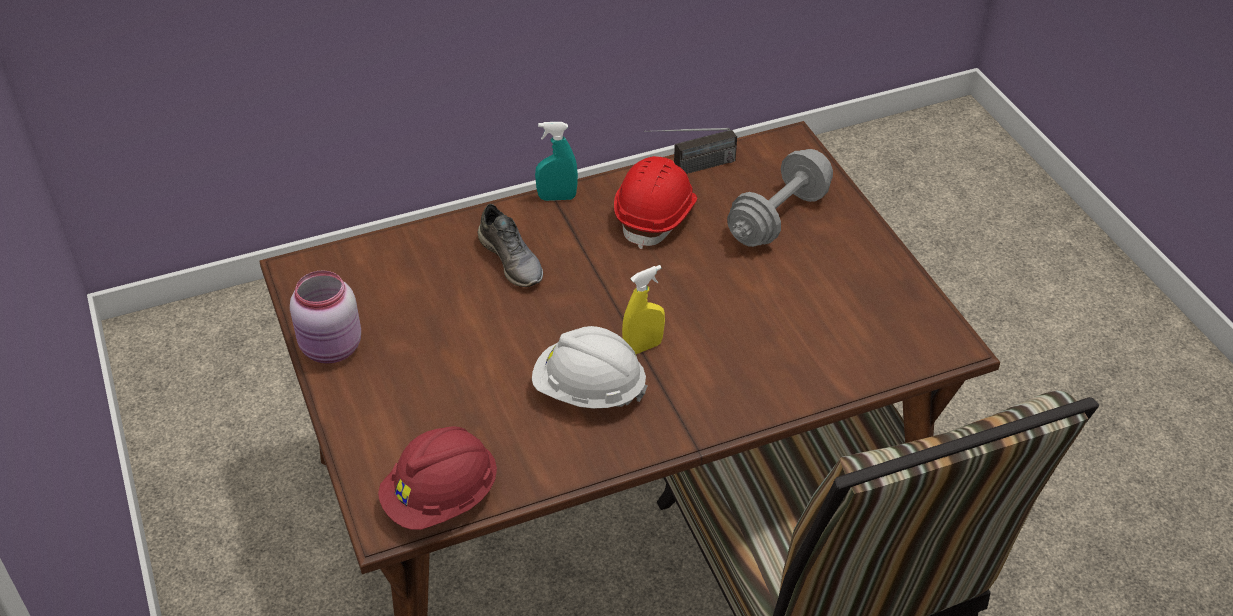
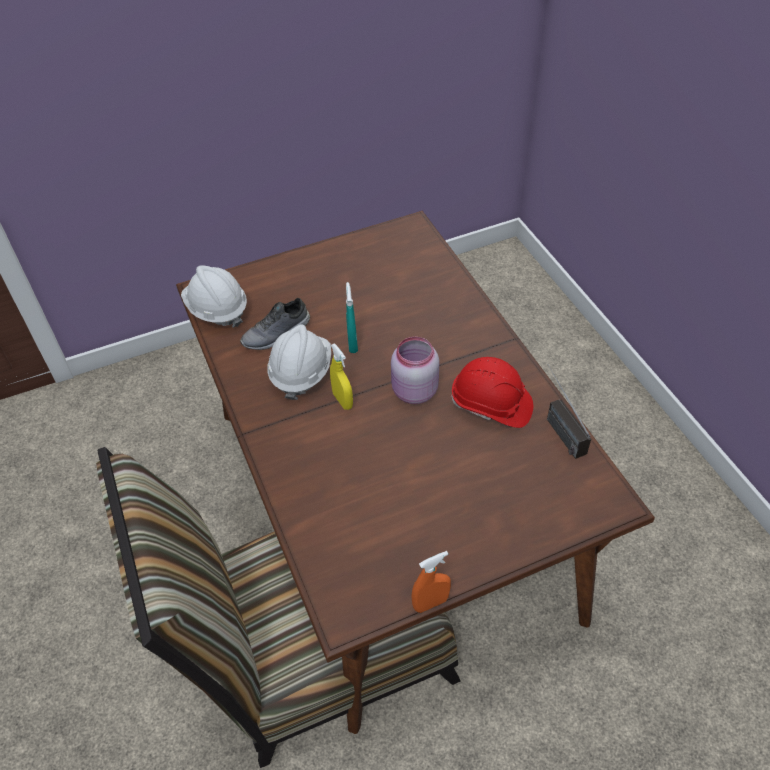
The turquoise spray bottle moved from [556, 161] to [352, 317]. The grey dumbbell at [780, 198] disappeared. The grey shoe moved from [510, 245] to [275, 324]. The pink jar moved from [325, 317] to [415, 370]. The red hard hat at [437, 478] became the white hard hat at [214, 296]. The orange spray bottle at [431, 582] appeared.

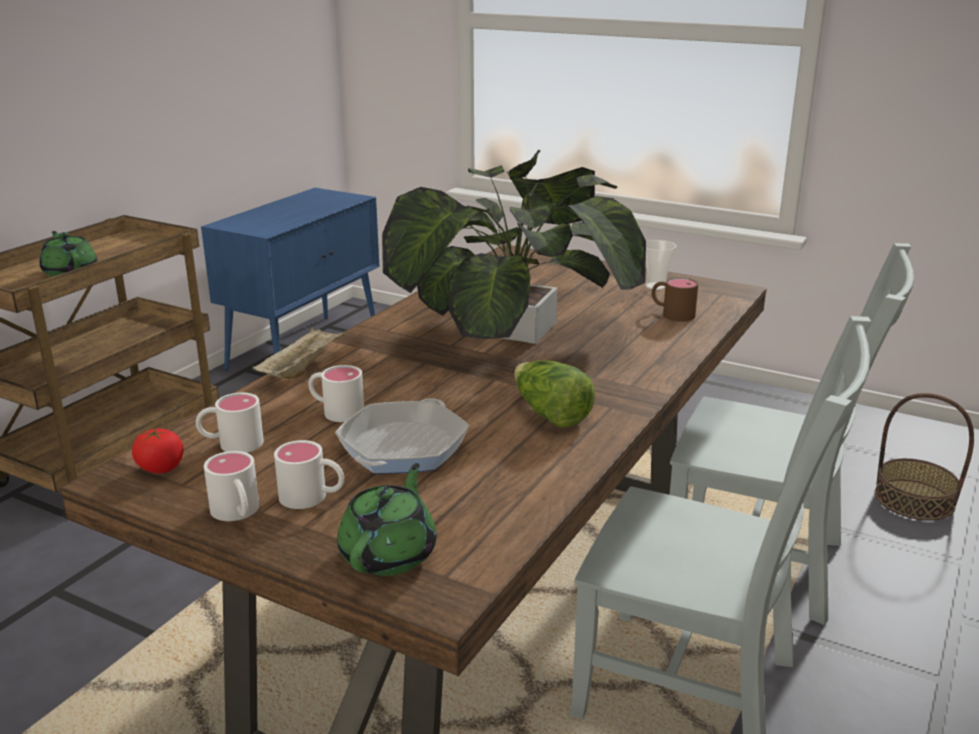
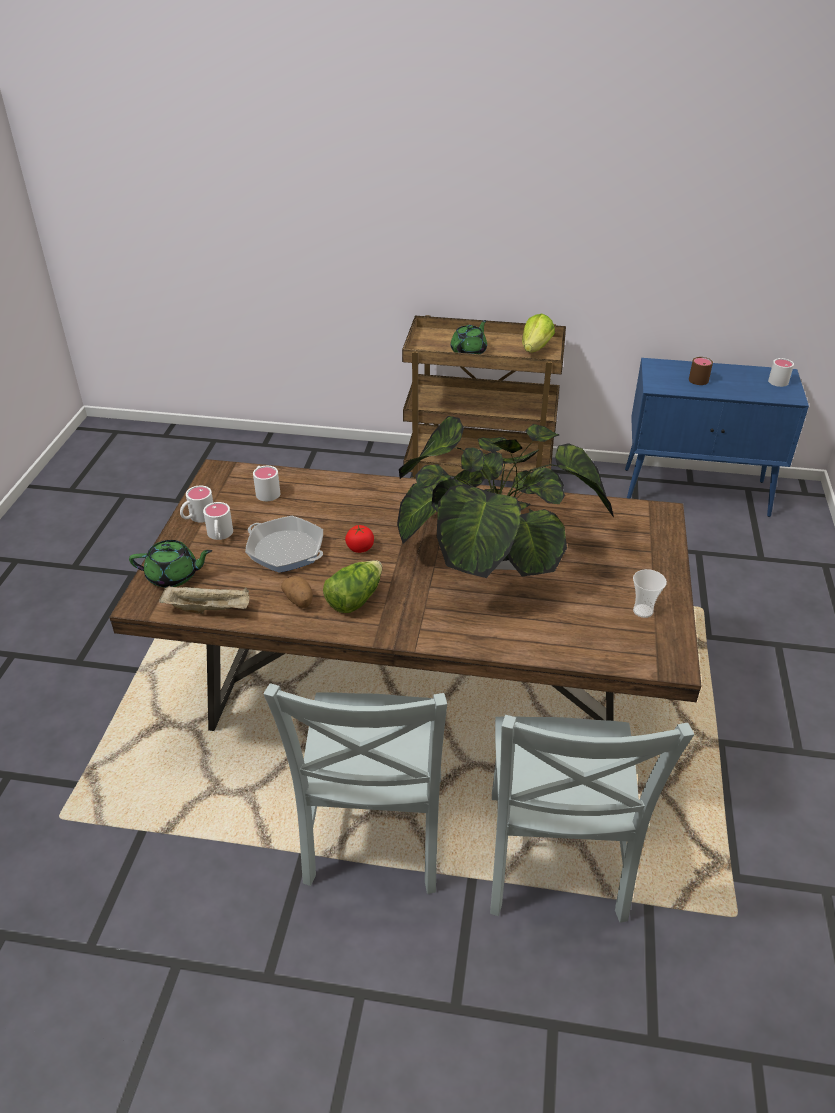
The brown mug moved from [675, 299] to [701, 371]. The beige tray moved from [299, 353] to [204, 599]. The white mug moved from [336, 393] to [781, 372]. The basket at [924, 456] disappeared. The frying pan at [402, 436] turned 150 degrees counterclockwise. The tomato moved from [158, 450] to [359, 539]. The lettuce at [538, 333] appeared. The potato at [297, 592] appeared.

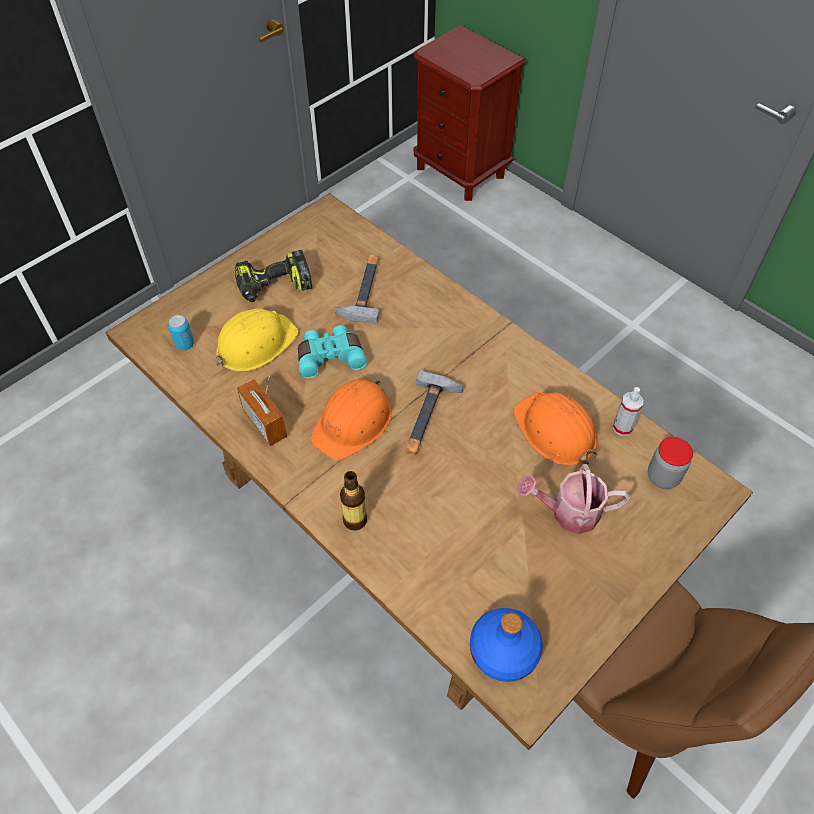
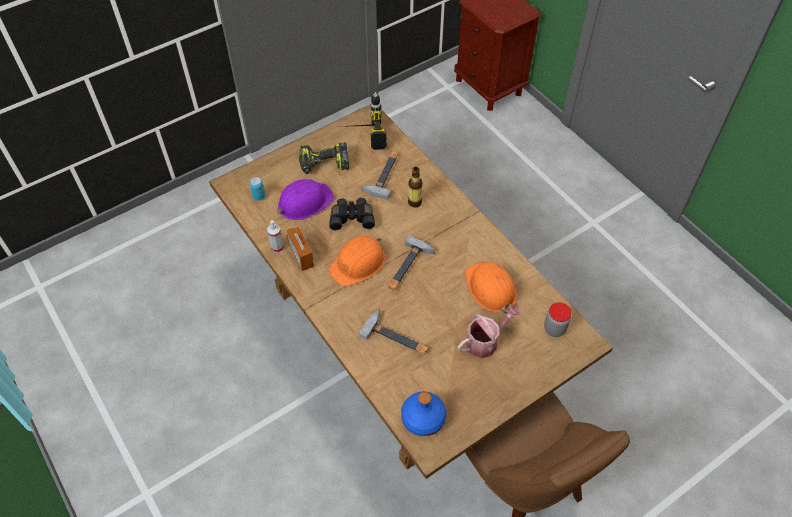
The yellow hard hat at [257, 340] became the purple hard hat at [306, 199]. The turquoise binoculars at [332, 351] became the black binoculars at [352, 214]. The spray bottle moved from [628, 411] to [275, 236]. The watering can at [574, 499] turned 135 degrees clockwise. The bottle moved from [353, 501] to [415, 187]. The power drill at [363, 121] appeared. The hammer at [393, 332] appeared.

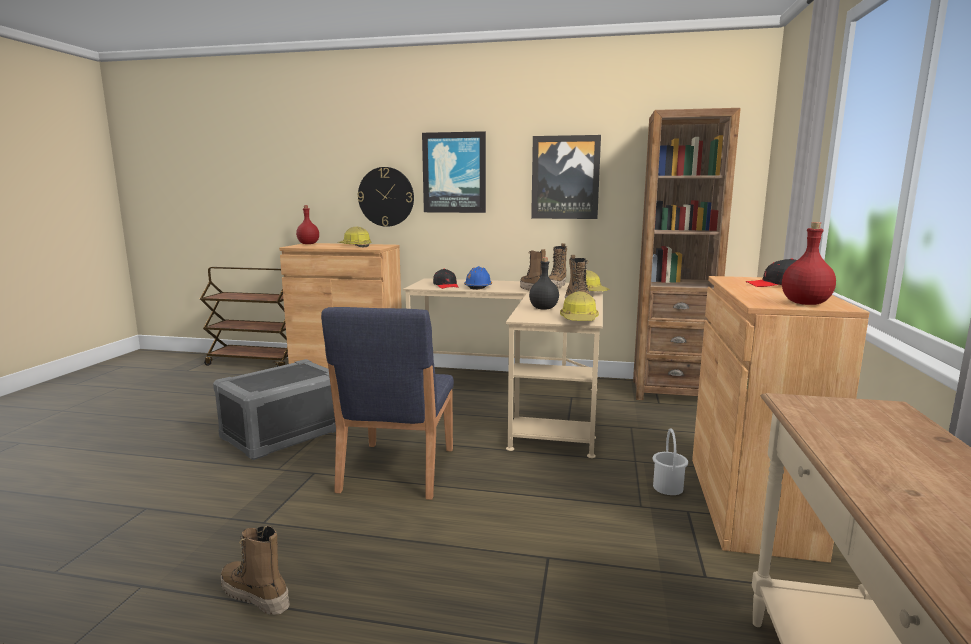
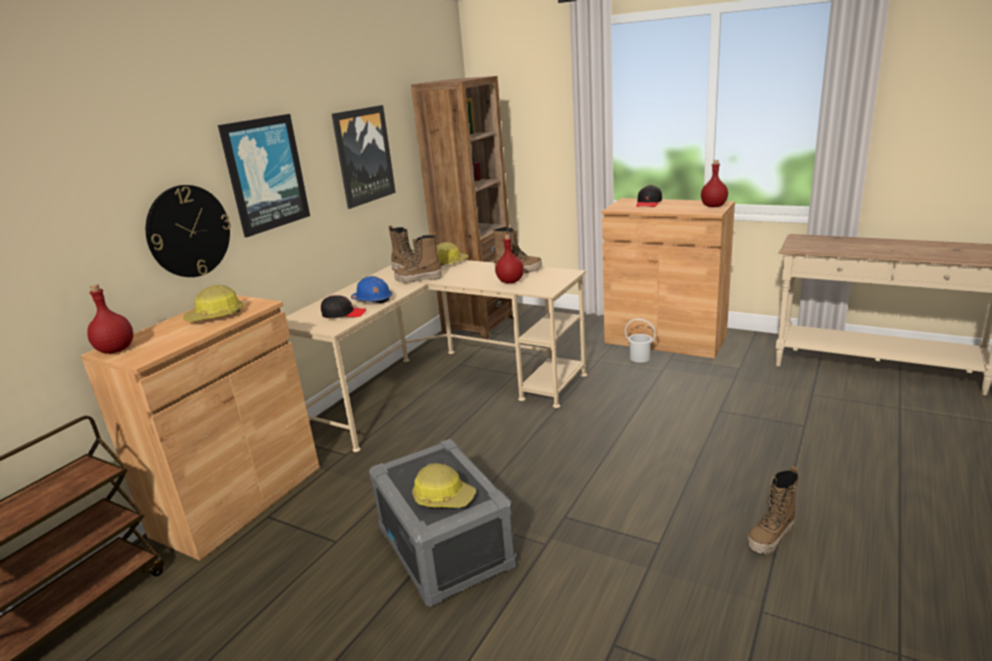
The black bottle at [544, 283] became the red bottle at [509, 259]. The hard hat moved from [579, 306] to [444, 485]. The blue chair at [387, 403] disappeared.

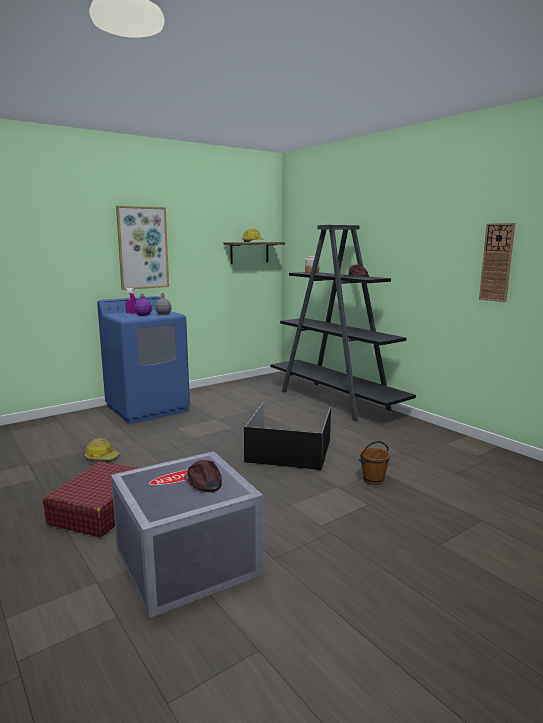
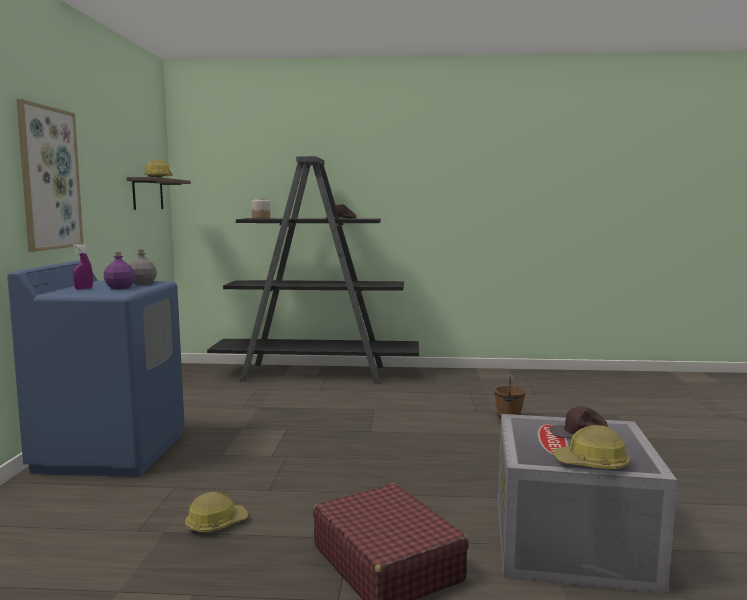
The wall clock at [497, 262] disappeared. The black storage box at [287, 436] disappeared. The hard hat at [591, 447] appeared.

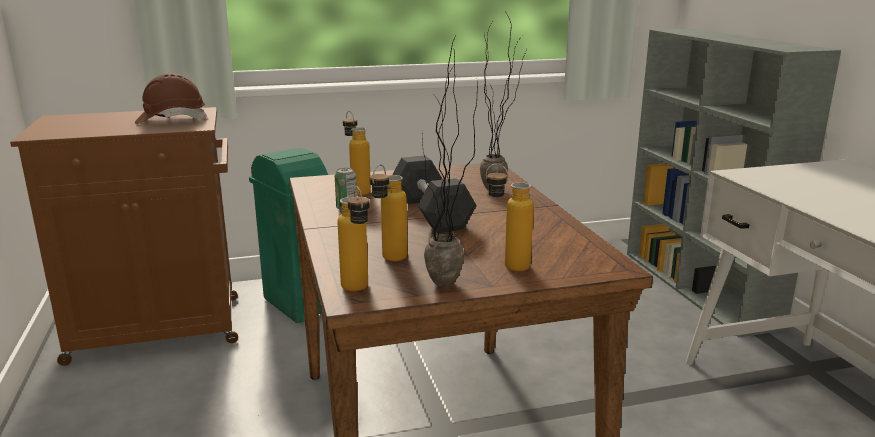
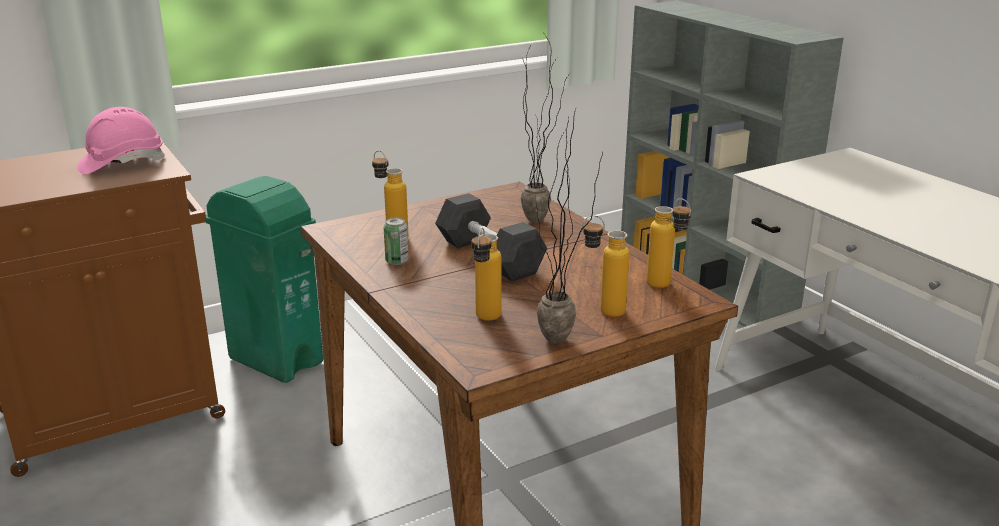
The brown hard hat at [171, 98] became the pink hard hat at [121, 140]. The bottle moved from [353, 239] to [669, 243].

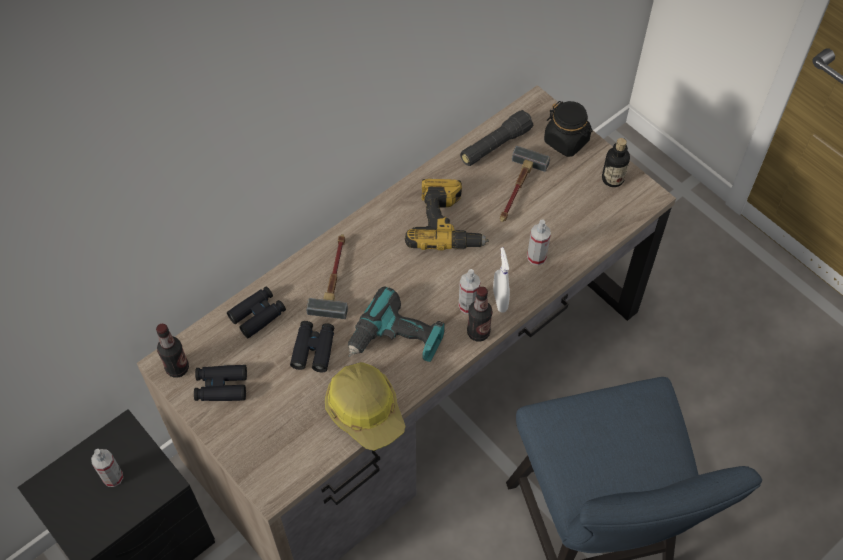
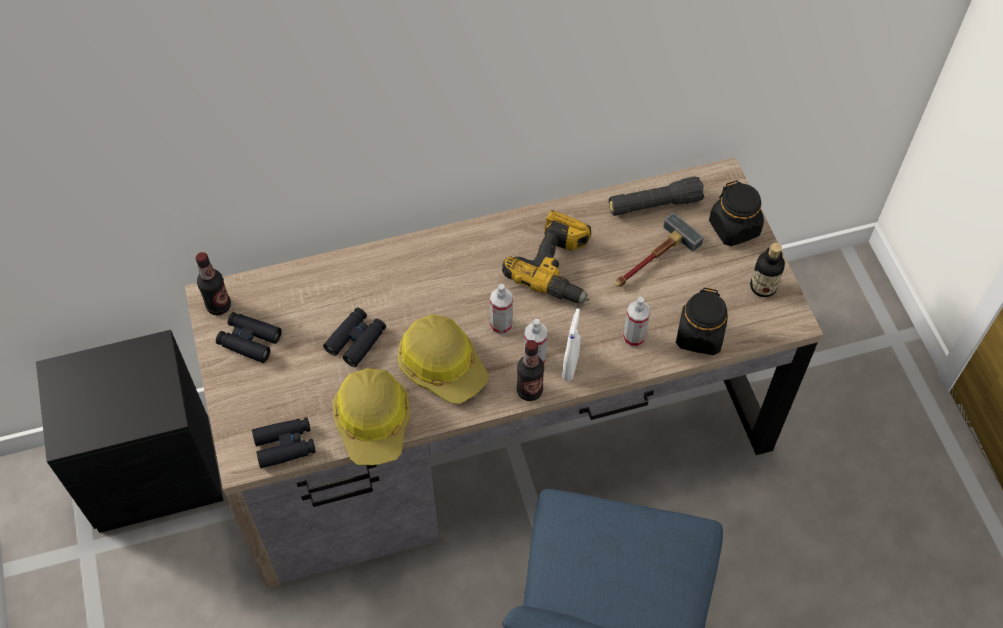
The hammer at [327, 276] disappeared. The power drill at [396, 324] was replaced by the hard hat at [443, 359]. The black binoculars moved from [256, 312] to [284, 442]. The spray bottle moved from [107, 468] to [501, 309]. The black jar at [702, 321] appeared.

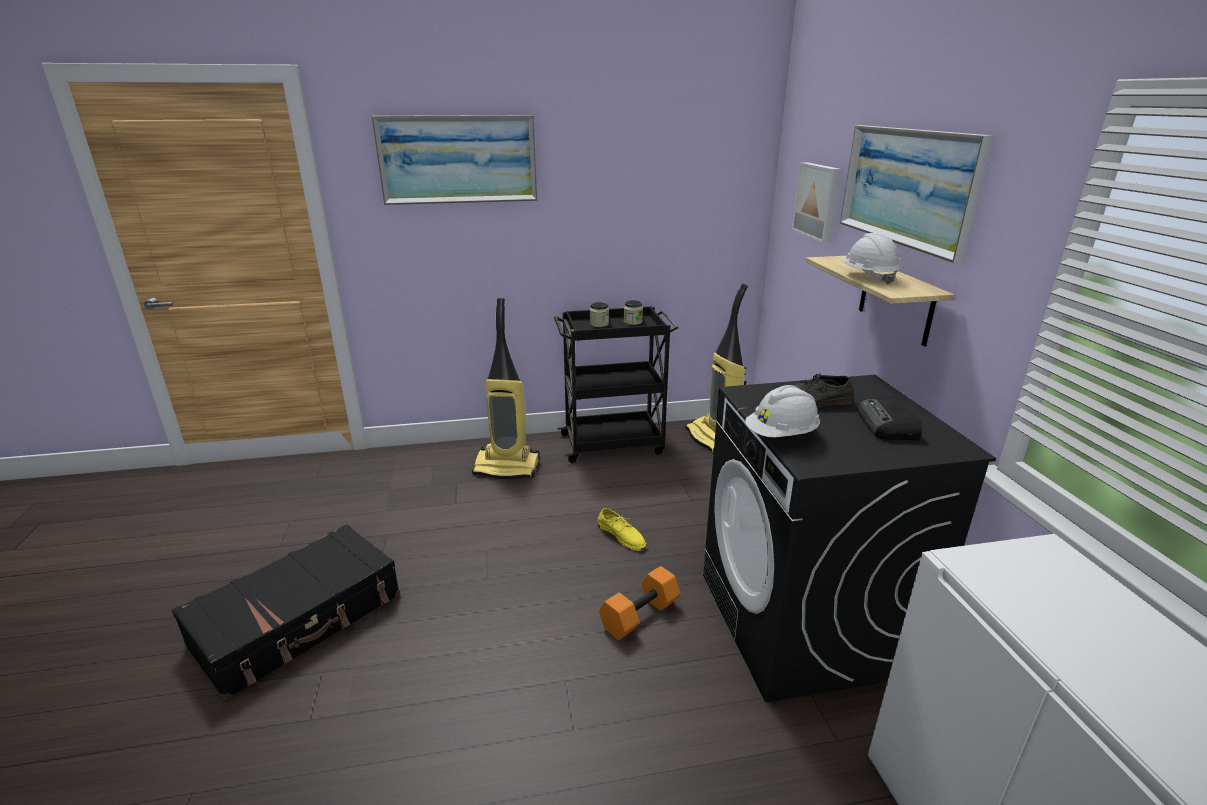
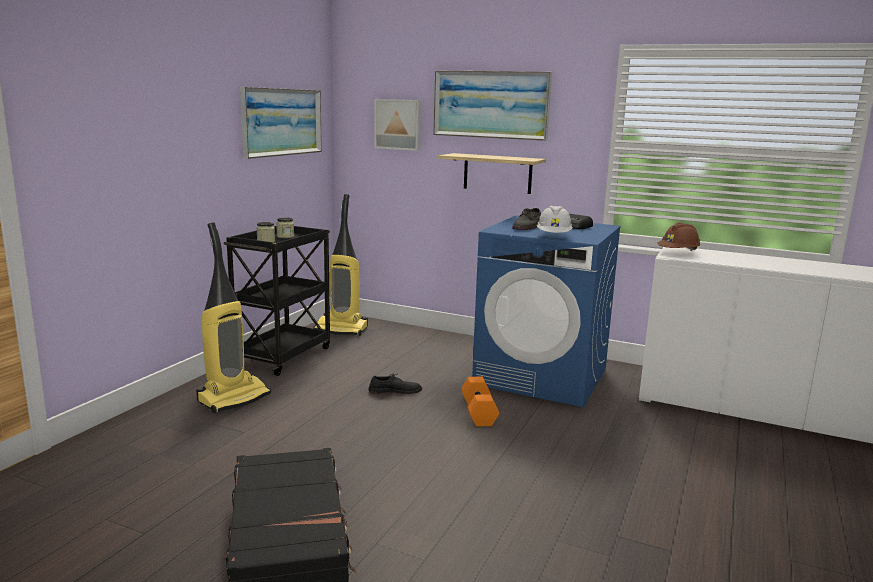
The picture moved from [454, 160] to [281, 123]. The white hard hat at [870, 259] disappeared. The black washing machine at [849, 538] became the blue washing machine at [546, 311]. The yellow shoe at [621, 529] became the black shoe at [395, 384]. The brown hard hat at [679, 237] appeared.

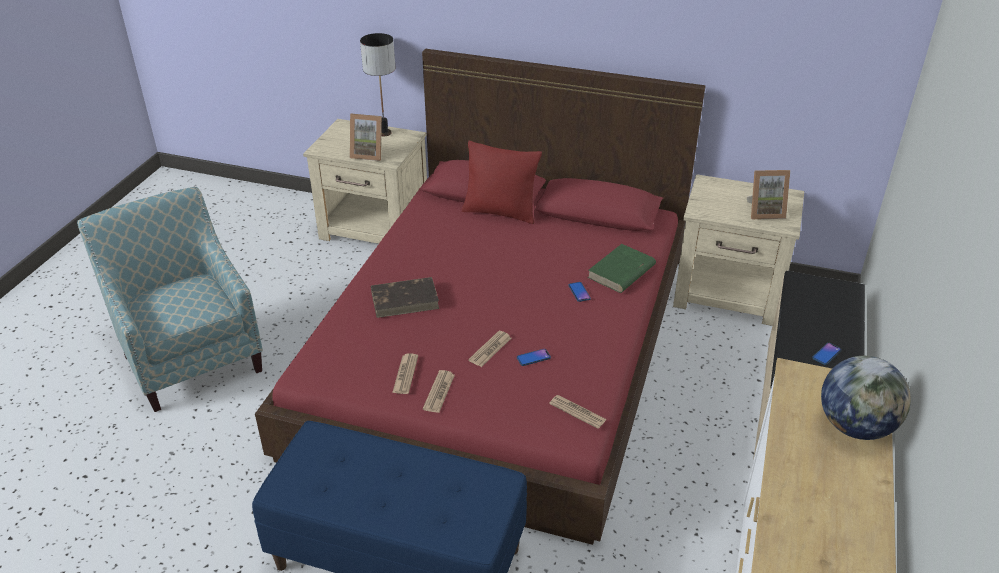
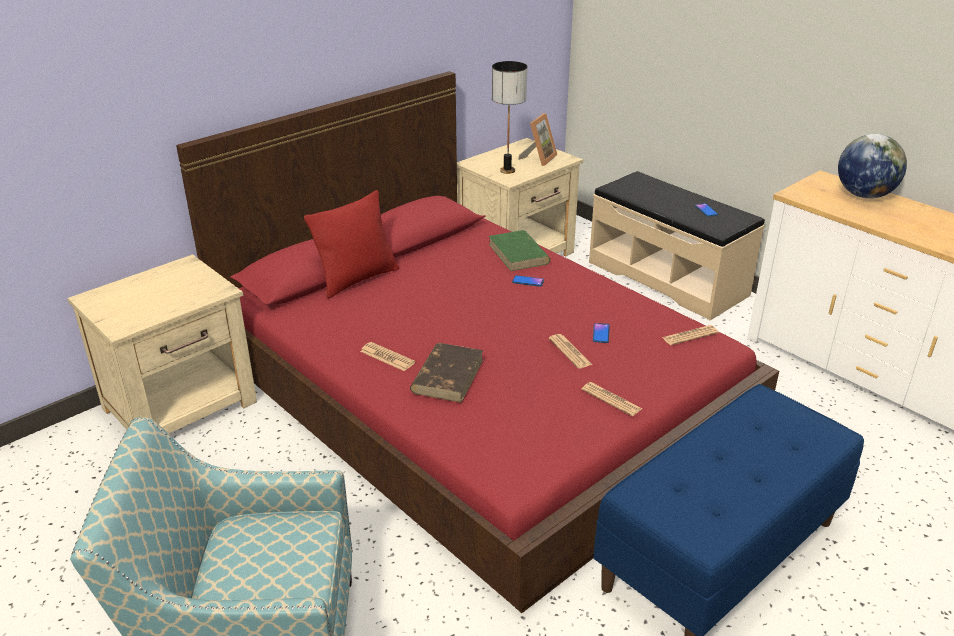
The table lamp moved from [378, 84] to [510, 117]. The picture frame at [366, 137] disappeared. The newspaper moved from [405, 373] to [387, 356].

